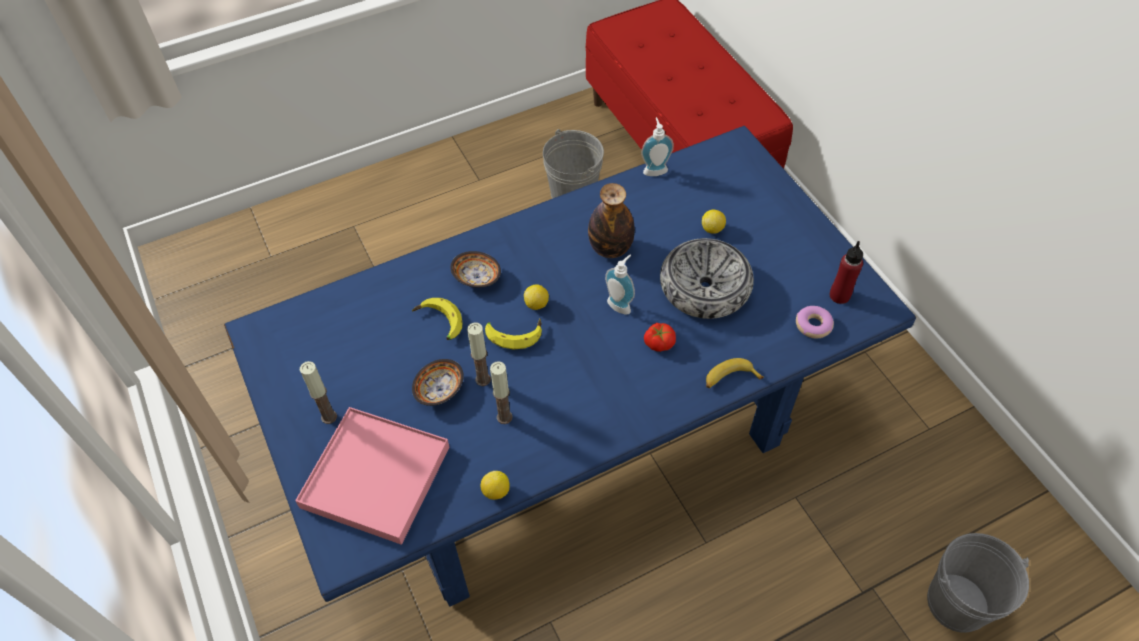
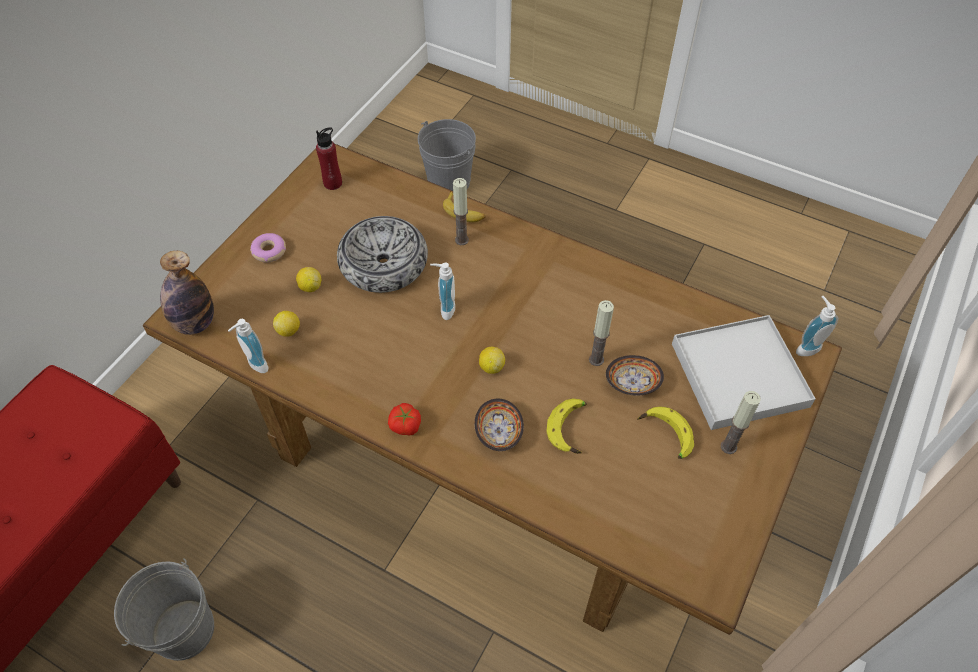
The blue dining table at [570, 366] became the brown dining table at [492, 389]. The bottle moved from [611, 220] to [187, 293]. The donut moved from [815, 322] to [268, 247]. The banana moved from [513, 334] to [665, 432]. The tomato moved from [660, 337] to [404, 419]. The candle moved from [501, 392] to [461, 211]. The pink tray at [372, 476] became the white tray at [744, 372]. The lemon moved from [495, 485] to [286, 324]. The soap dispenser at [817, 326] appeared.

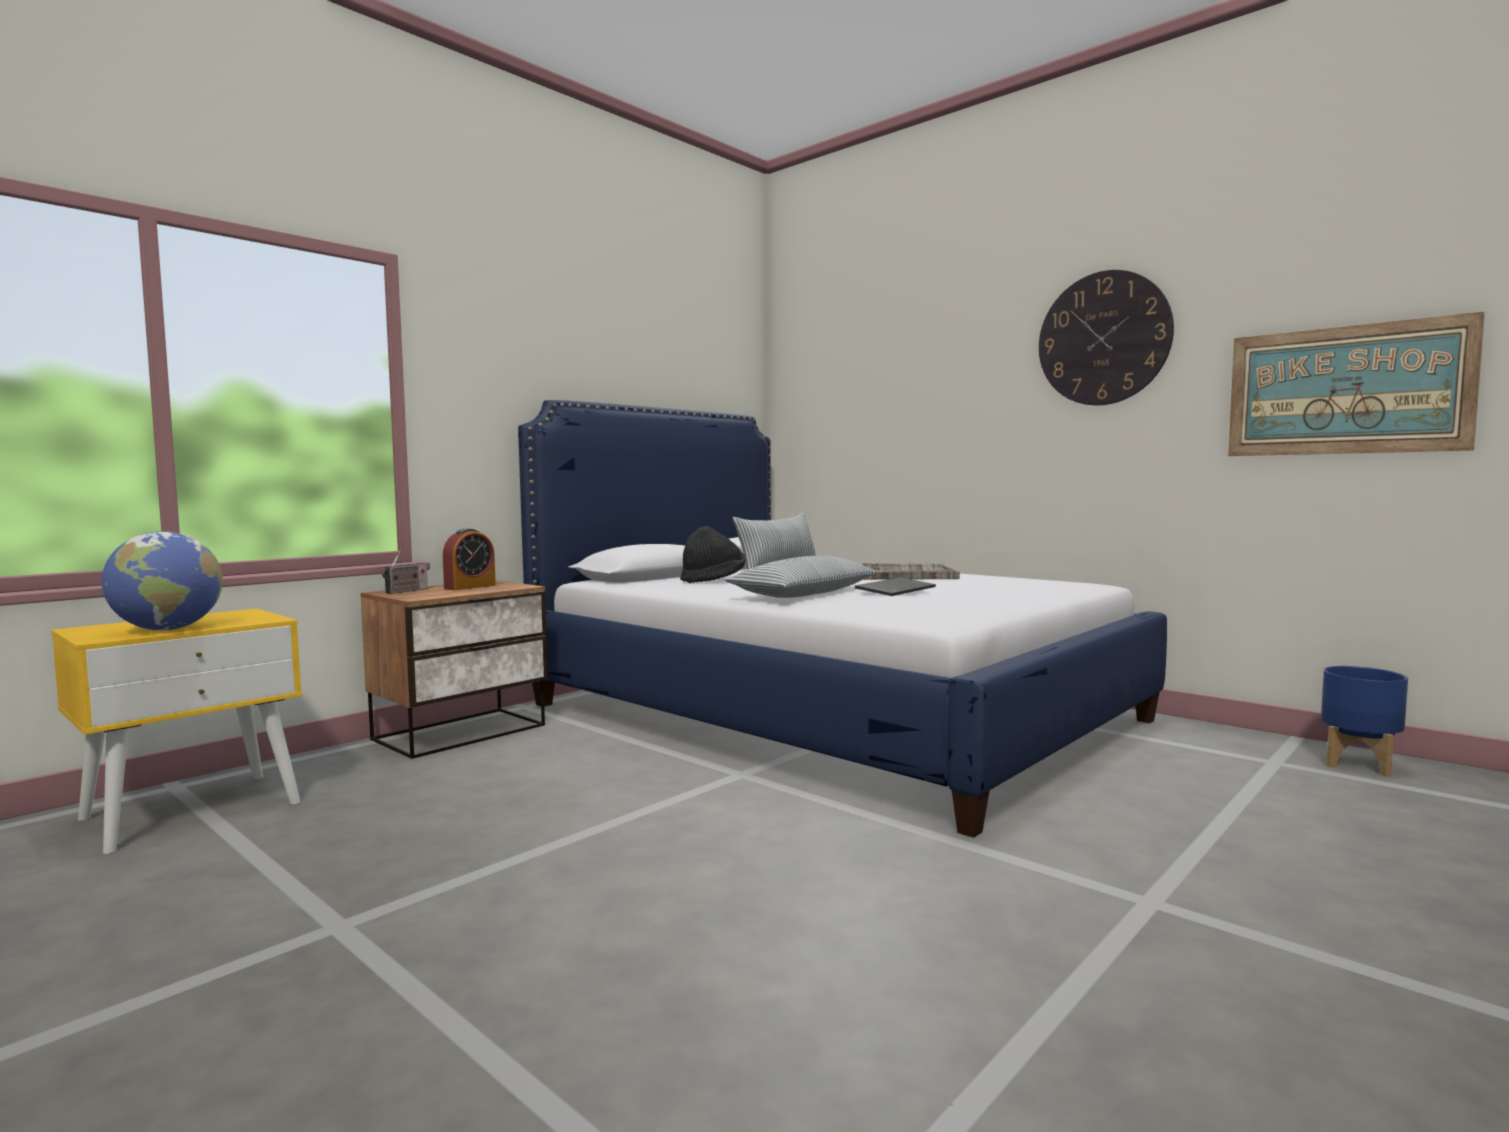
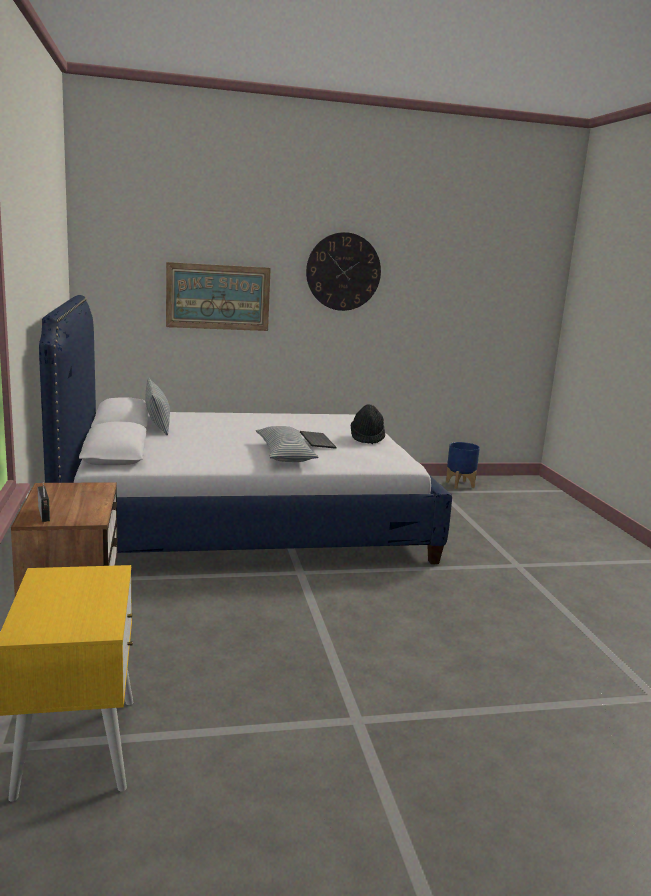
The picture moved from [1356, 384] to [218, 296]. The black hat moved from [712, 554] to [368, 424]. The alarm clock at [469, 559] disappeared. The globe at [162, 581] disappeared. The grey tray at [909, 571] disappeared.

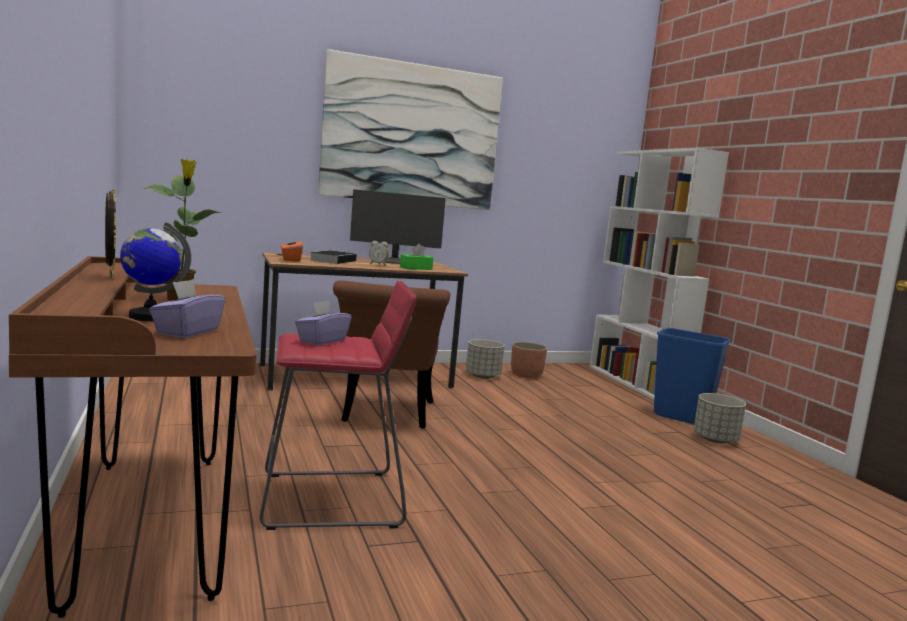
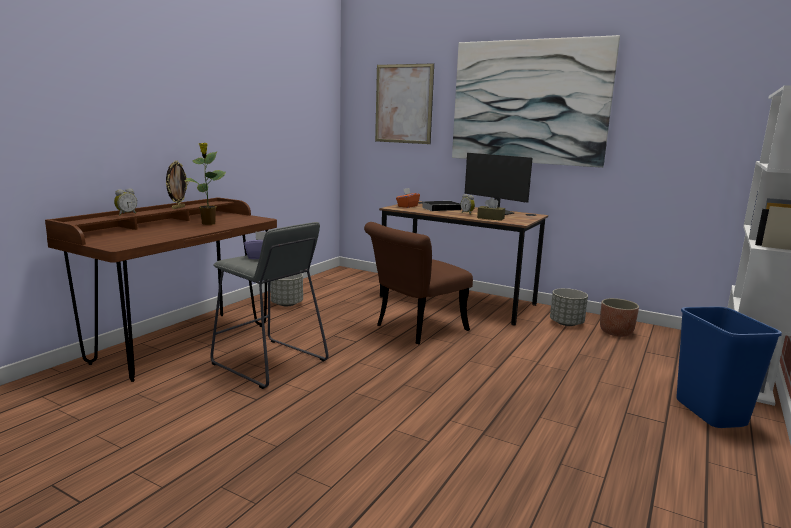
The globe at [155, 271] disappeared. The green tissue box at [416, 257] became the brown tissue box at [491, 209]. The purple tissue box at [187, 308] disappeared. The red stool at [338, 405] became the grey stool at [269, 305]. The grey planter moved from [719, 418] to [286, 289]. The picture at [404, 103] appeared. The alarm clock at [125, 201] appeared.

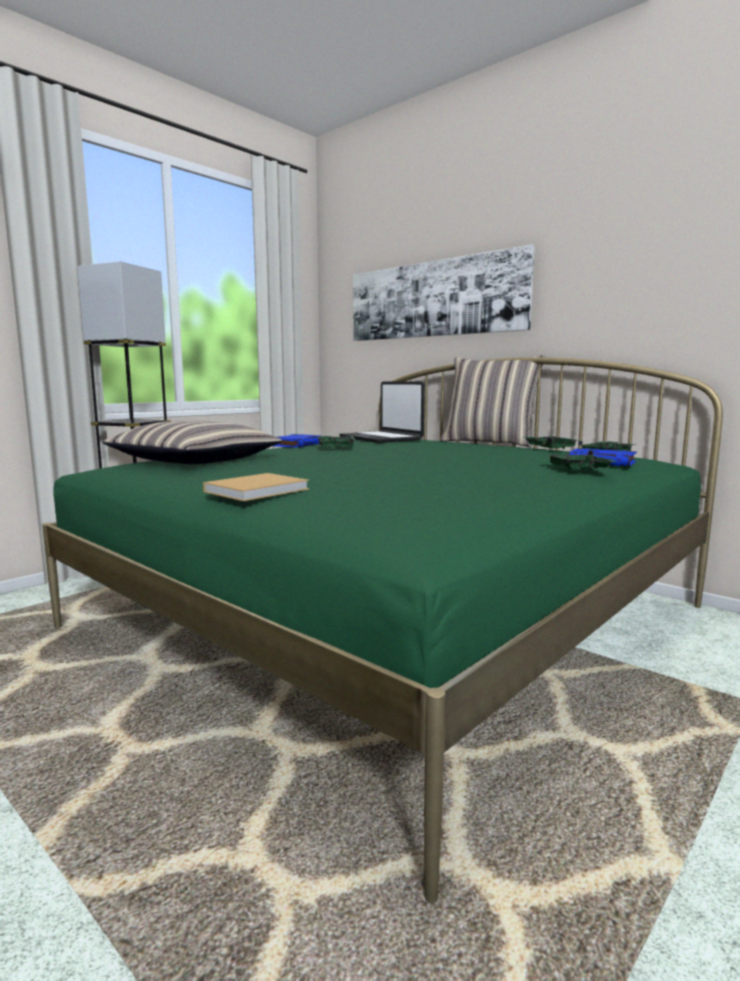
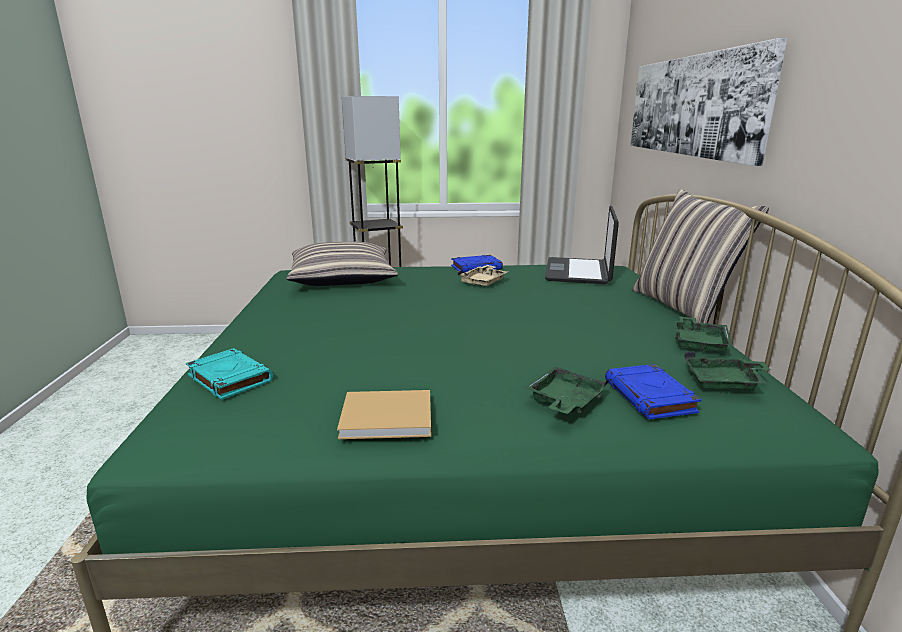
The green tray at [337, 442] became the beige tray at [483, 275]. The beige book moved from [256, 487] to [384, 414]. The turquoise book at [229, 374] appeared.

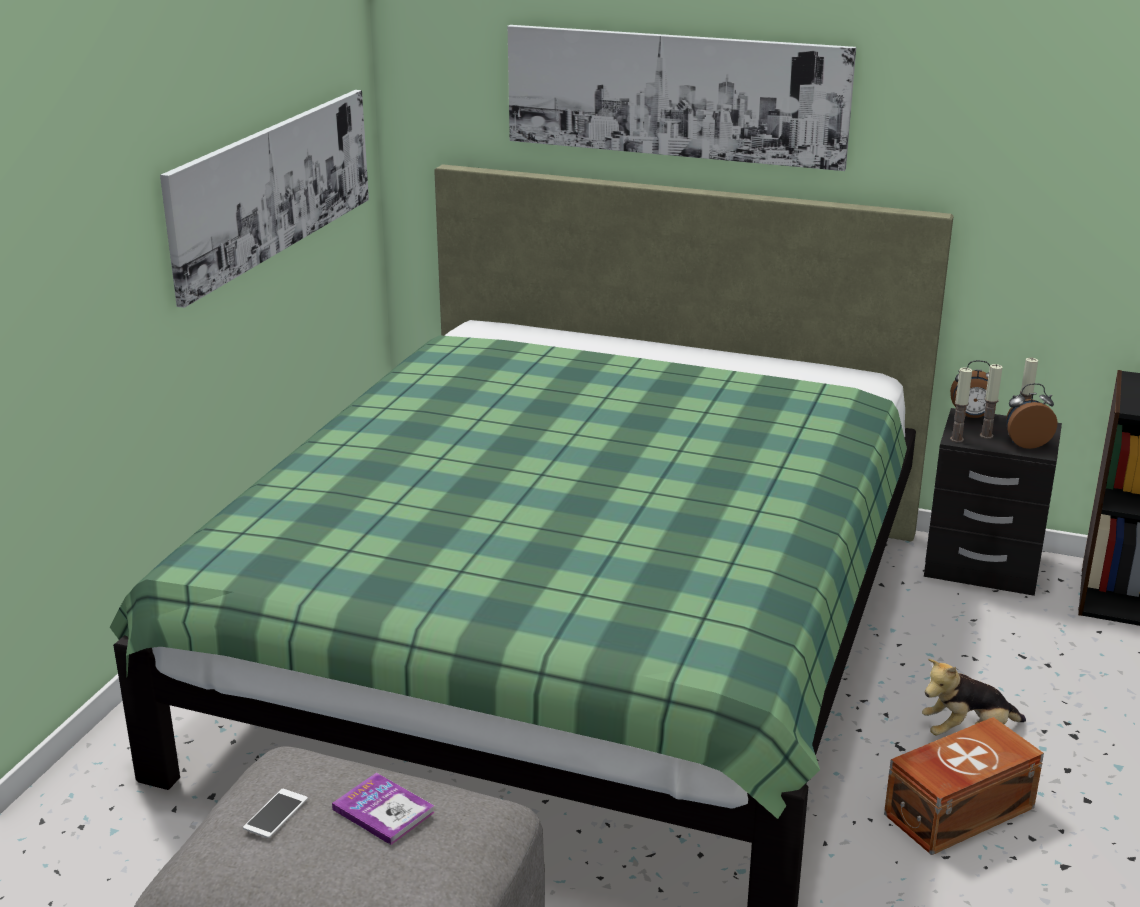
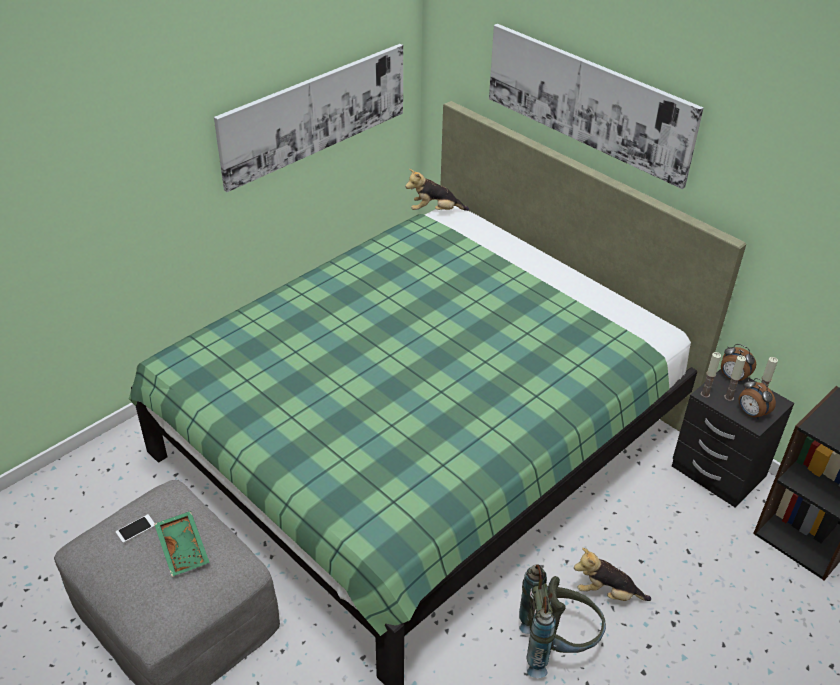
The alarm clock at [1031, 416] turned 150 degrees counterclockwise. The brown storage box at [964, 786] was replaced by the grey backpack at [562, 621]. The book at [383, 809] was replaced by the green tray at [182, 544]. The plush toy at [437, 190] appeared.

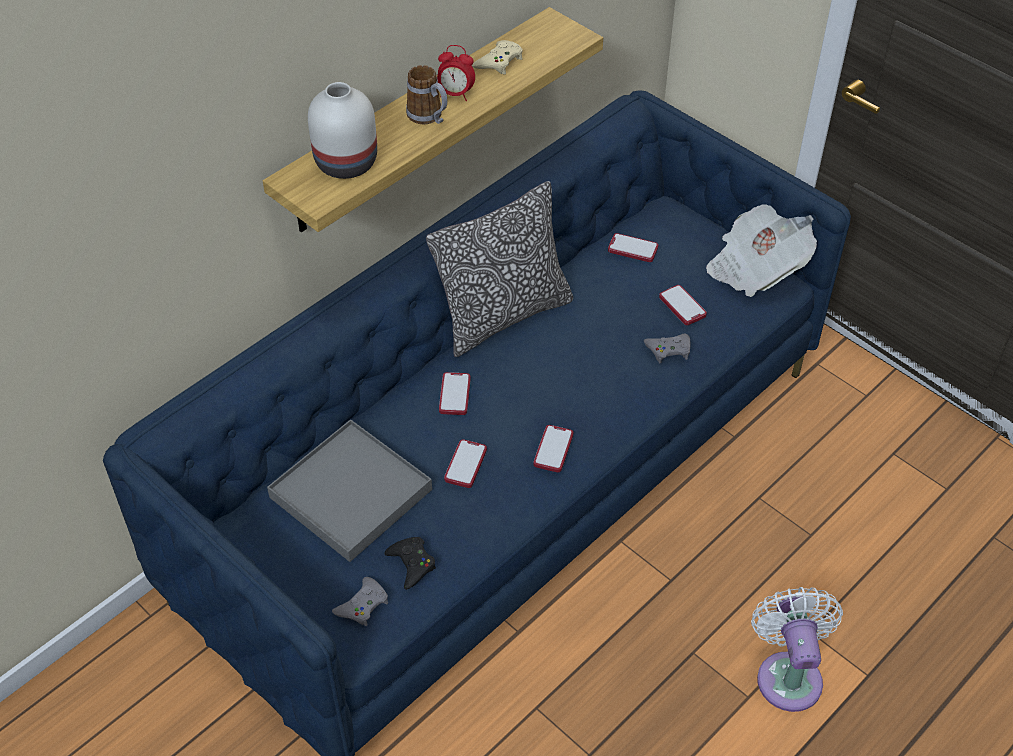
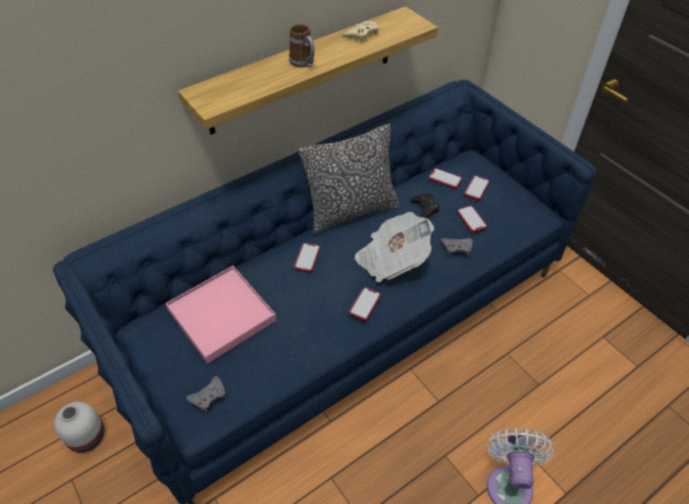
The alarm clock at [456, 73] disappeared. The white vase moved from [342, 130] to [79, 427]. The newspaper moved from [761, 250] to [394, 247]. The grey tray at [349, 490] became the pink tray at [220, 315]. The phone moved from [465, 463] to [477, 188]. The black game controller moved from [410, 563] to [424, 205].

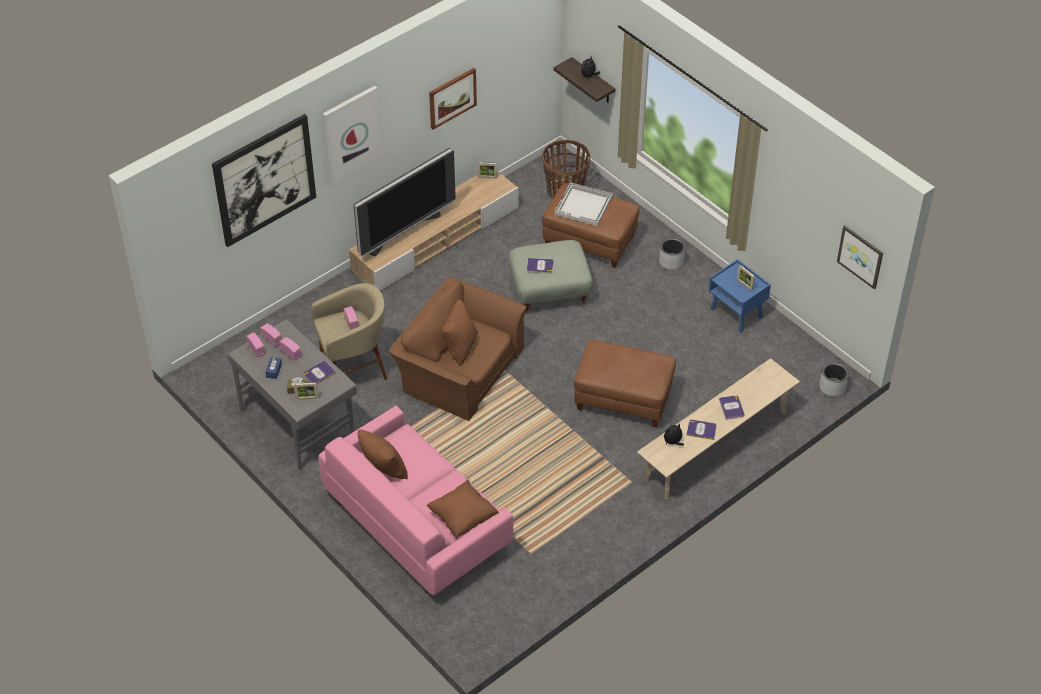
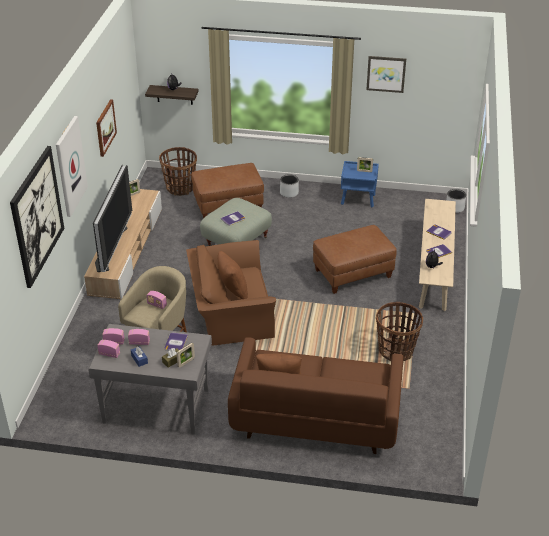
The white tray at [584, 204] disappeared. The picture moved from [860, 257] to [386, 74]. The pink sofa at [415, 500] became the brown sofa at [316, 395]. The brown pillow at [463, 508] disappeared. The basket at [399, 332] appeared.

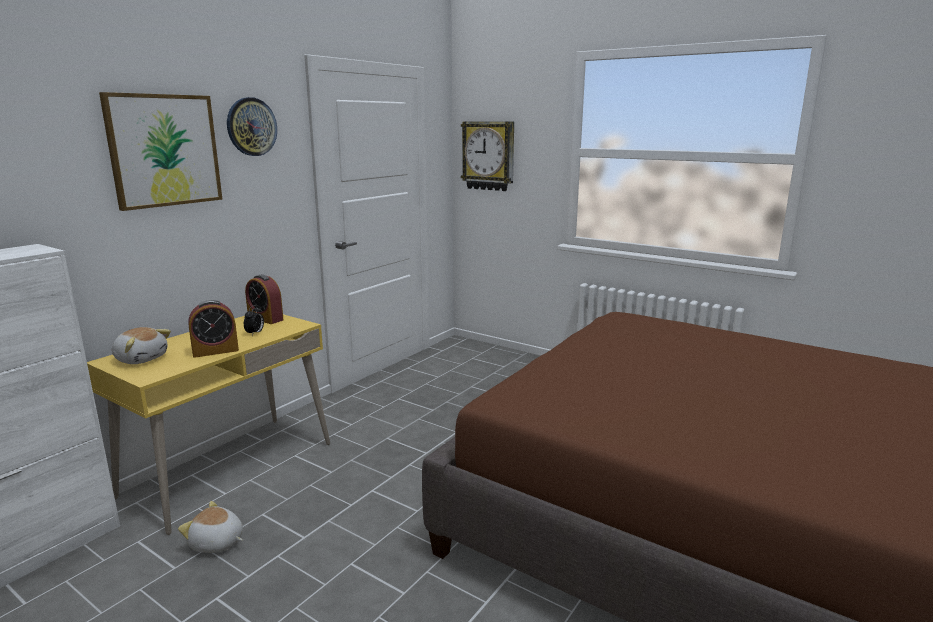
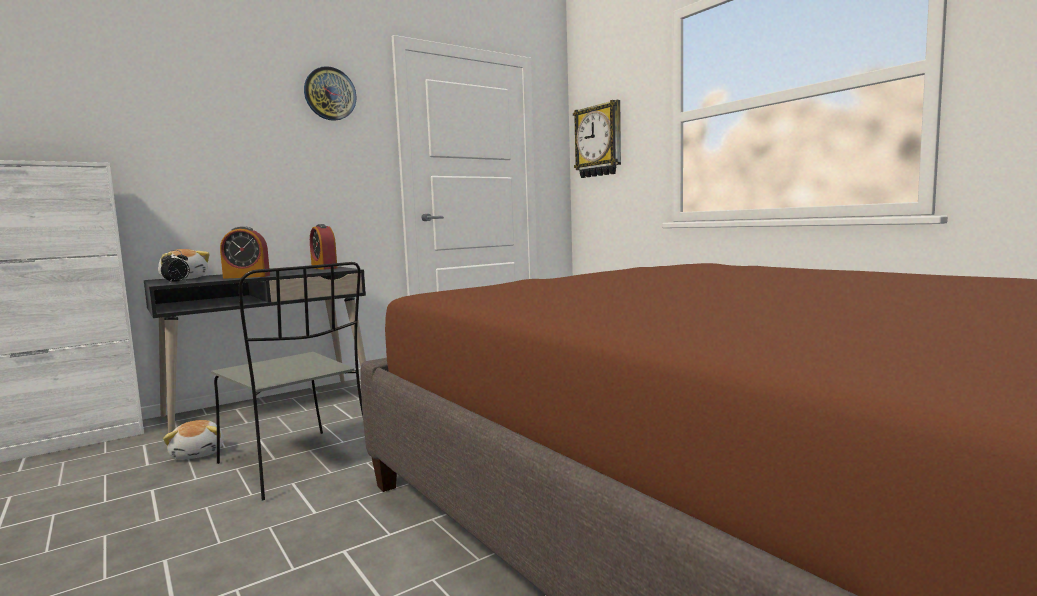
The picture at [161, 151] disappeared. The alarm clock moved from [254, 320] to [175, 267]. The yellow desk at [208, 424] became the black desk at [255, 349]. The plush toy at [210, 527] turned 150 degrees counterclockwise. The grey chair at [287, 381] appeared.

